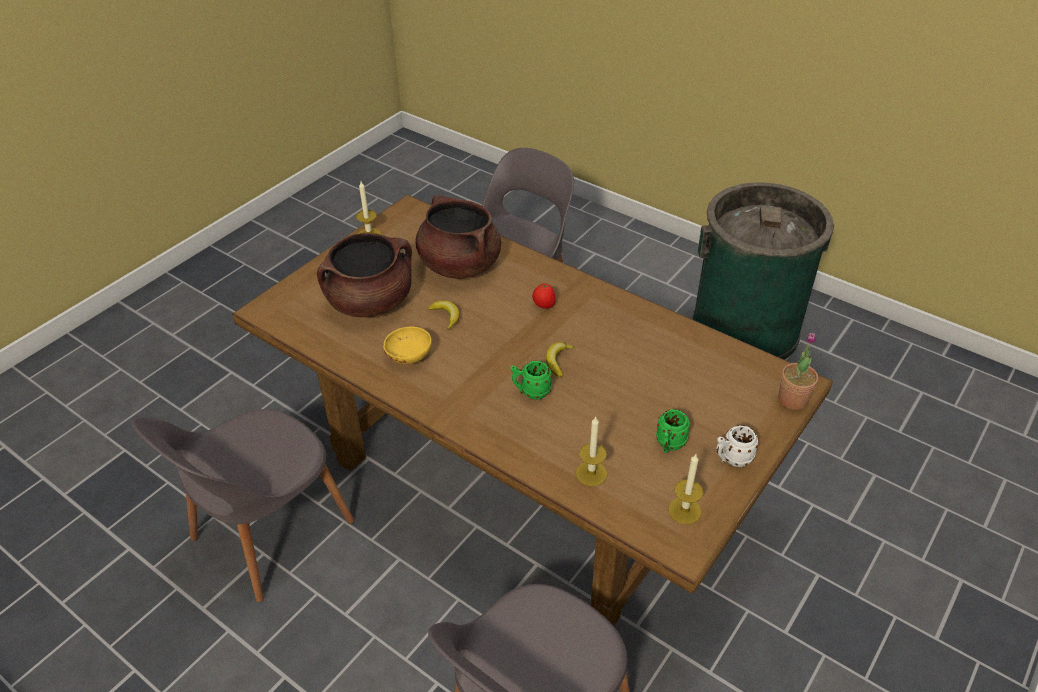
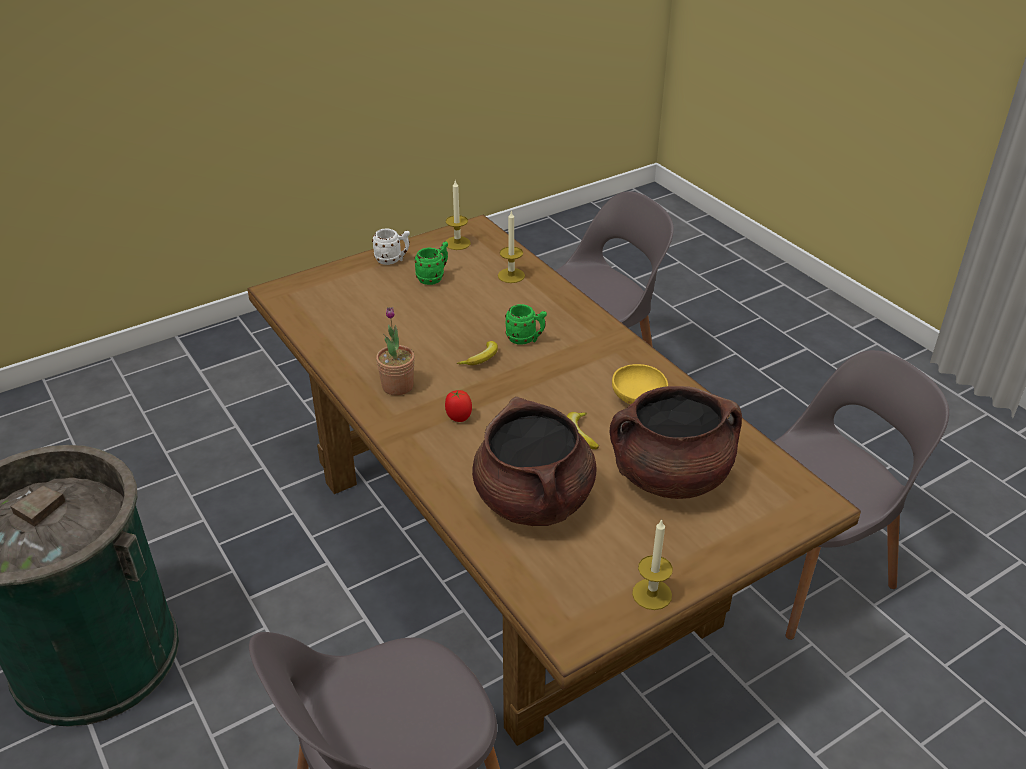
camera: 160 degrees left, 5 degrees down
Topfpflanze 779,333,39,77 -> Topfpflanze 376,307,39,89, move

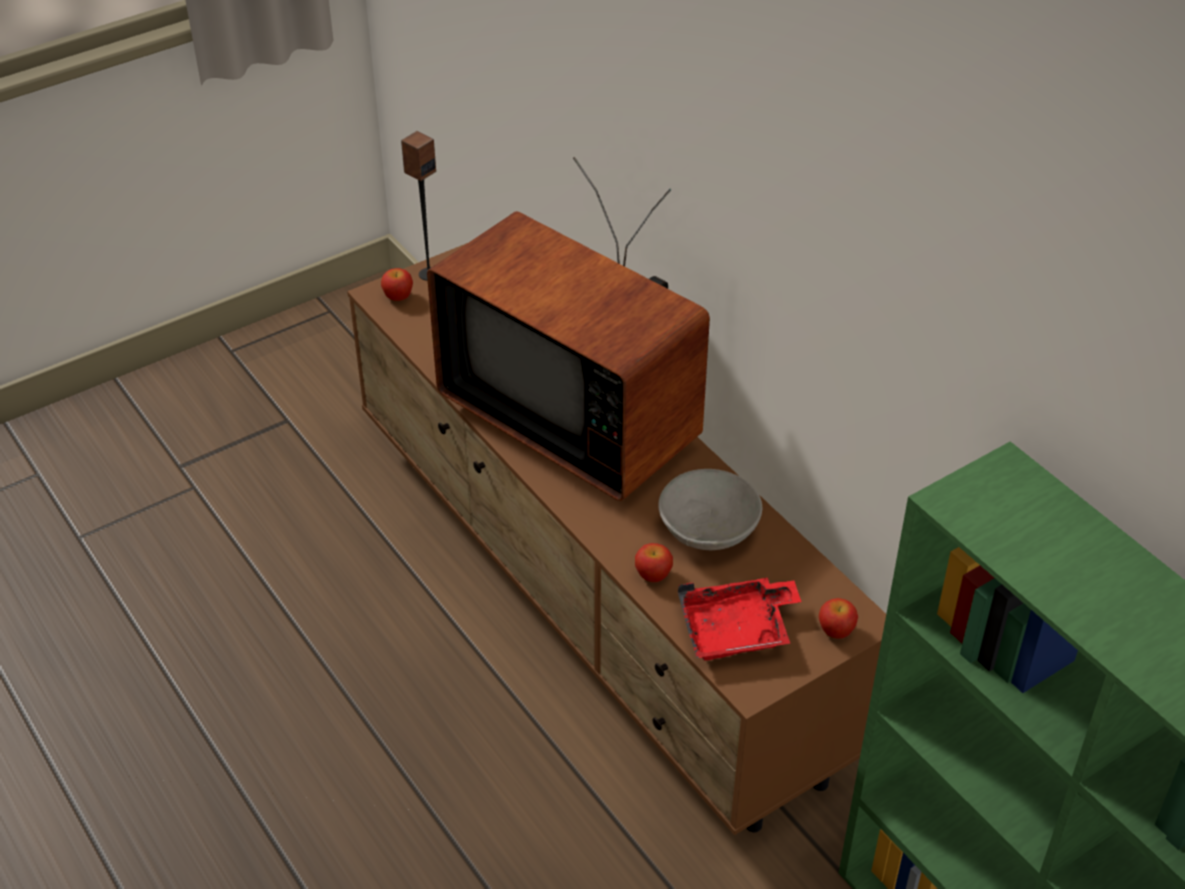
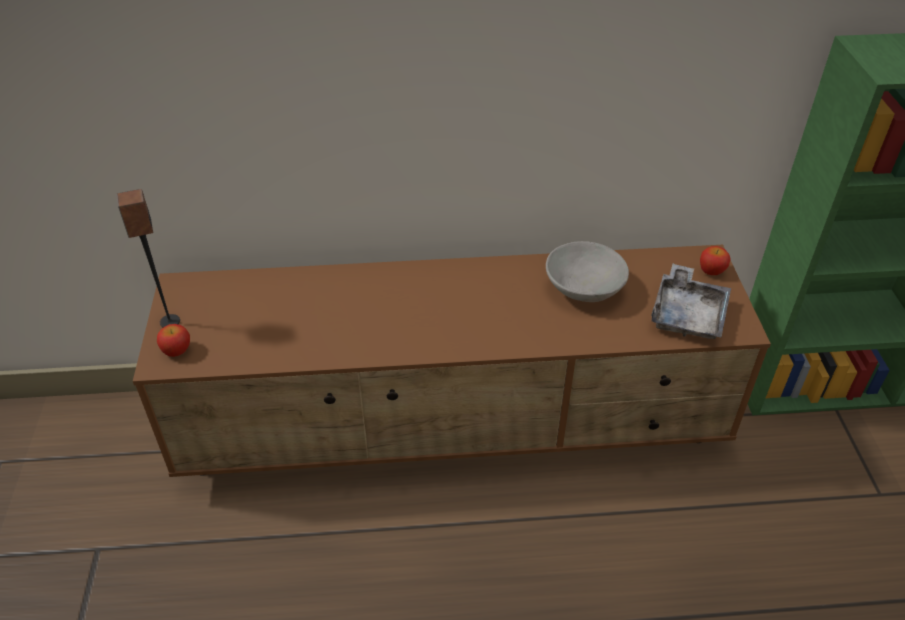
camera: 60 degrees left, 0 degrees up
Tablett (rot) 678,578,124,83 -> Tablett (grau) 651,264,80,75
Fernseher 427,157,283,344 -> none
Apfel 635,543,38,39 -> none

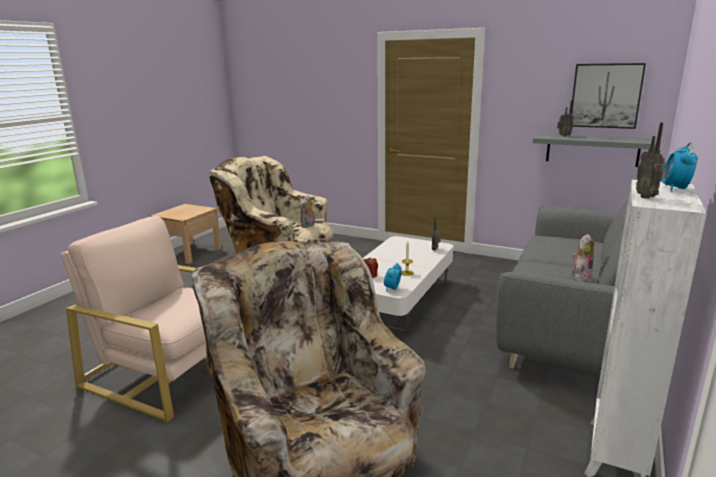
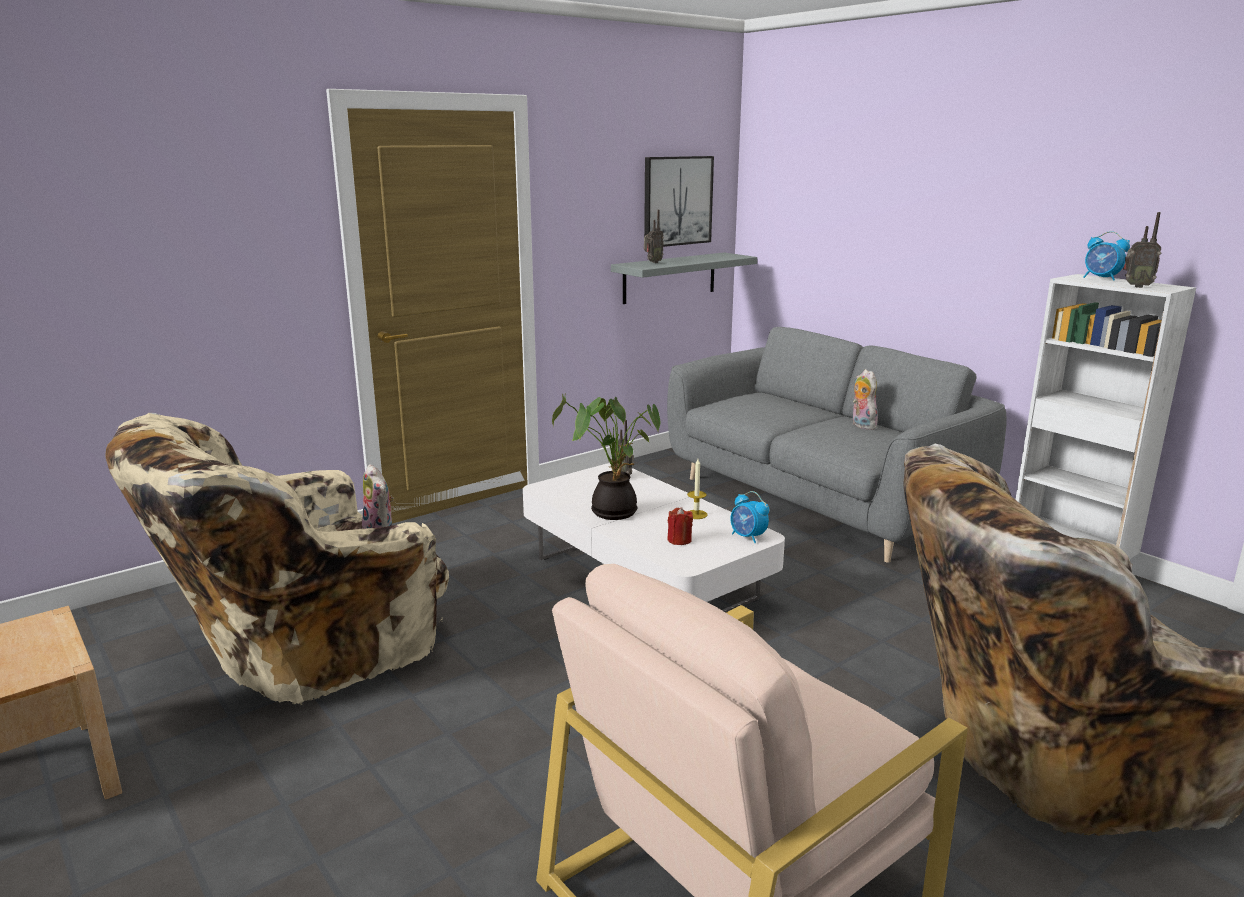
camera: 65 degrees left, 0 degrees up
none -> Topfpflanze 552,393,108,127

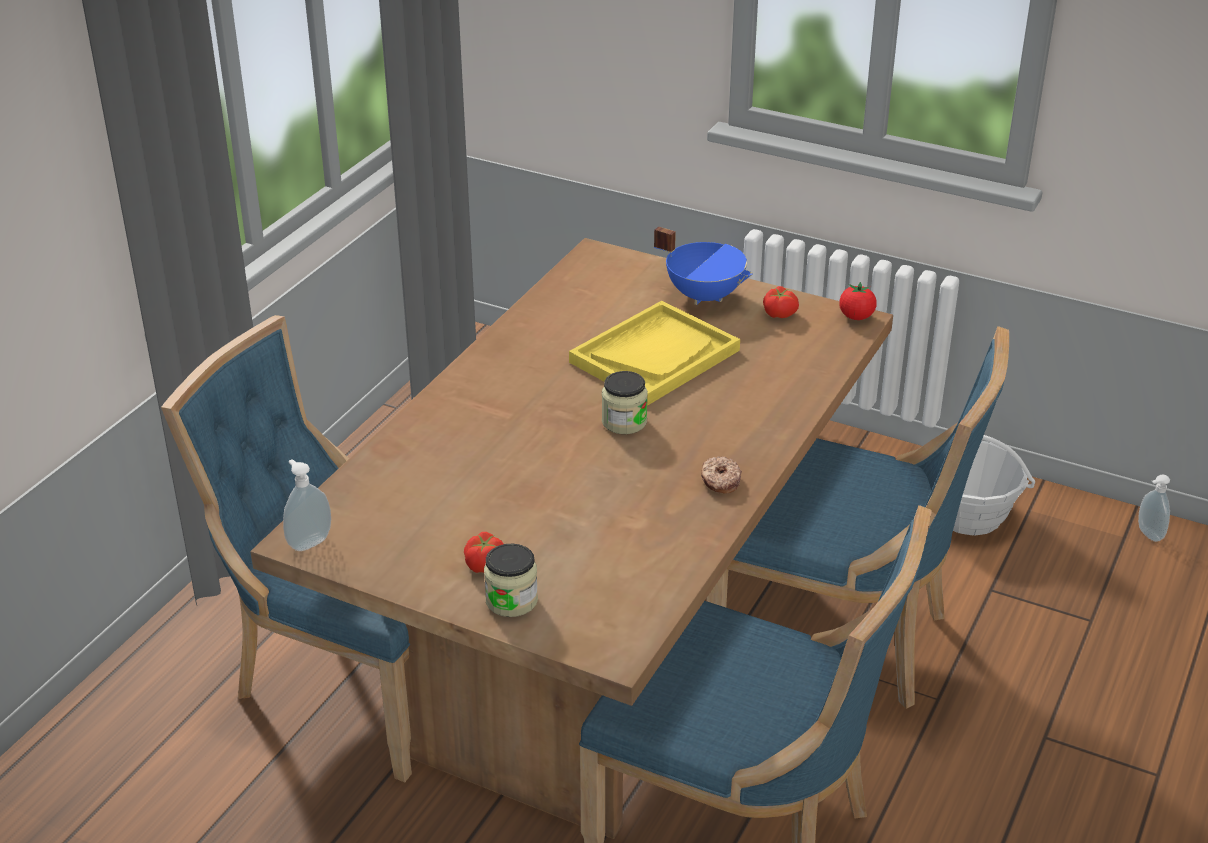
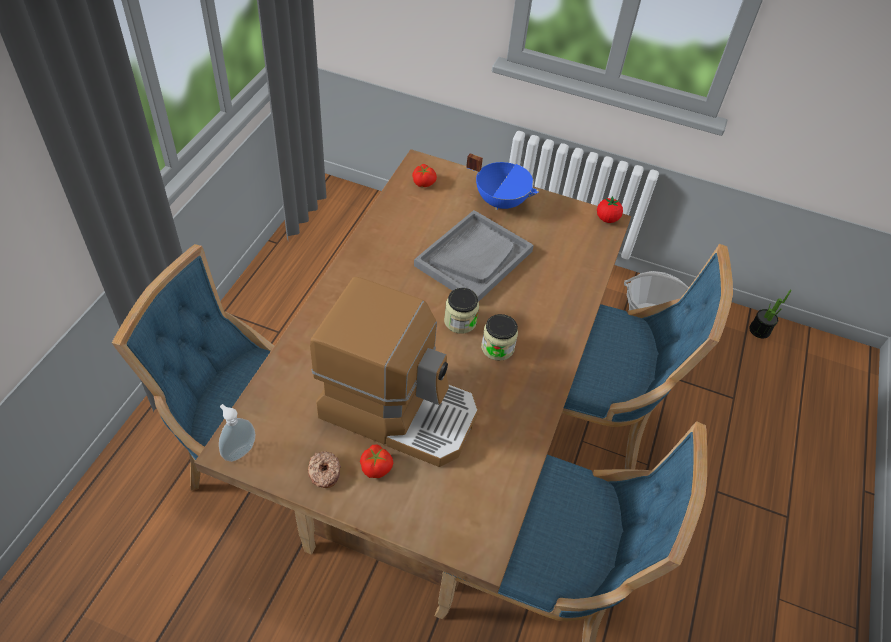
camera: 10 degrees left, 15 degrees up
Donut 701,456,41,38 -> Donut 308,451,33,37, move
none -> Kaffeemaschine 310,277,168,190
Tomate 763,286,36,32 -> Tomate 412,164,25,23, move
Tablett (gelb) 569,301,171,104 -> Tablett (grau) 414,210,120,92
Vorratsglas 484,544,54,73 -> Vorratsglas 481,314,37,47, move
Seifenspender 1138,475,32,67 -> Topfpflanze 749,290,43,49

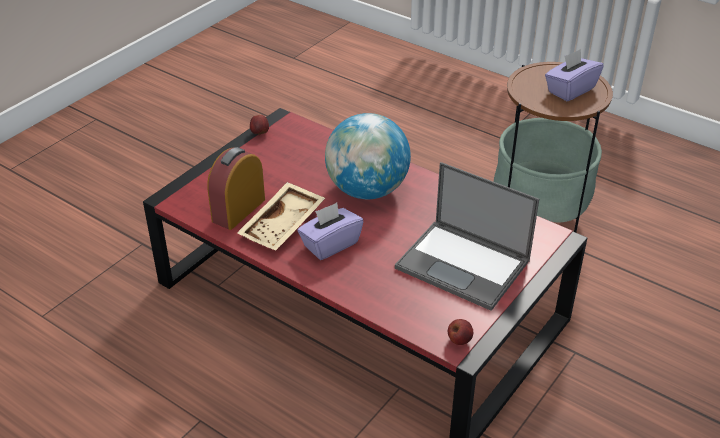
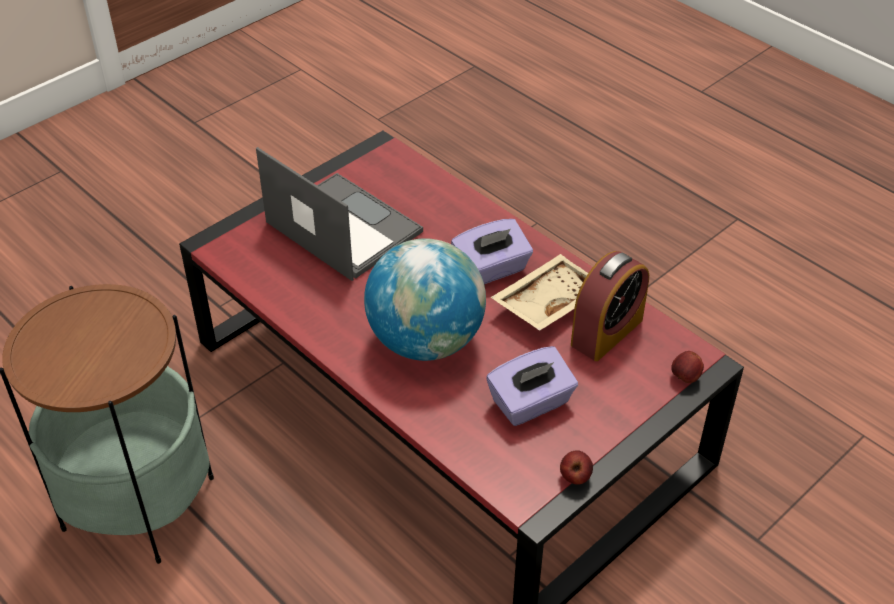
camera: 170 degrees left, 5 degrees up
Taschentuchbox (lila) 545,49,59,52 -> Taschentuchbox (lila) 486,346,92,80, move
Apfel 448,319,25,26 -> Apfel 671,351,33,32, move

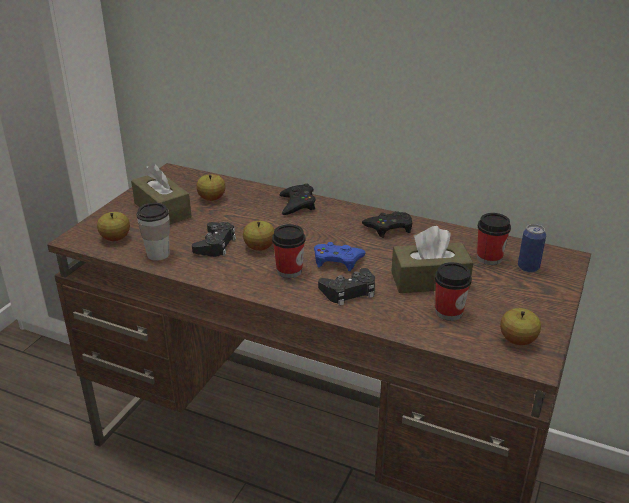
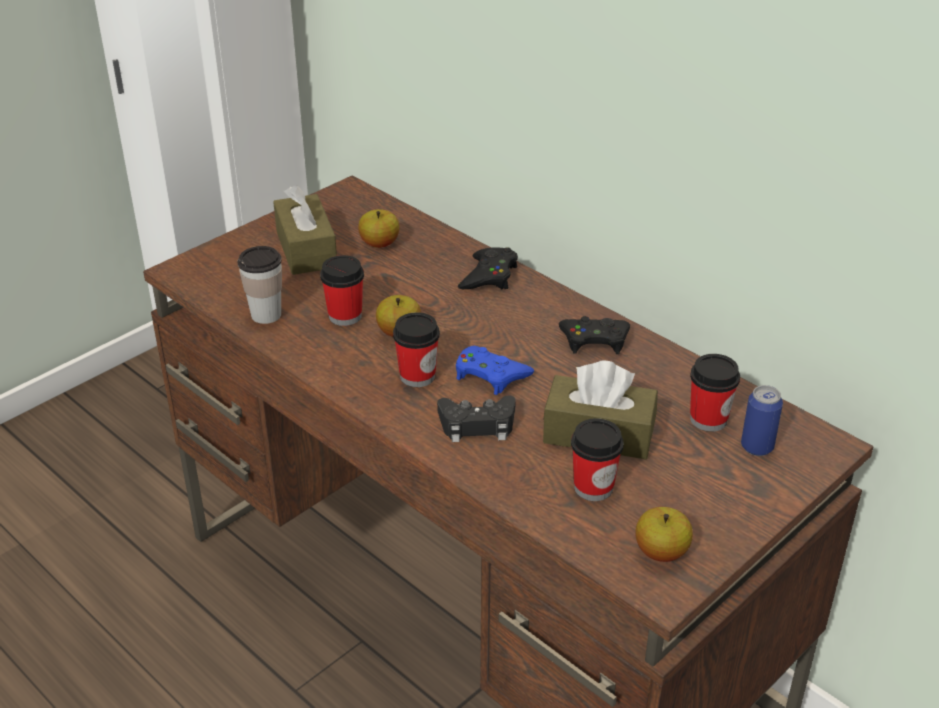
camera: 20 degrees right, 5 degrees up
Gamepad (schwarz) 192,222,44,35 -> Tasse 320,255,44,71
Apfel 97,212,33,29 -> none

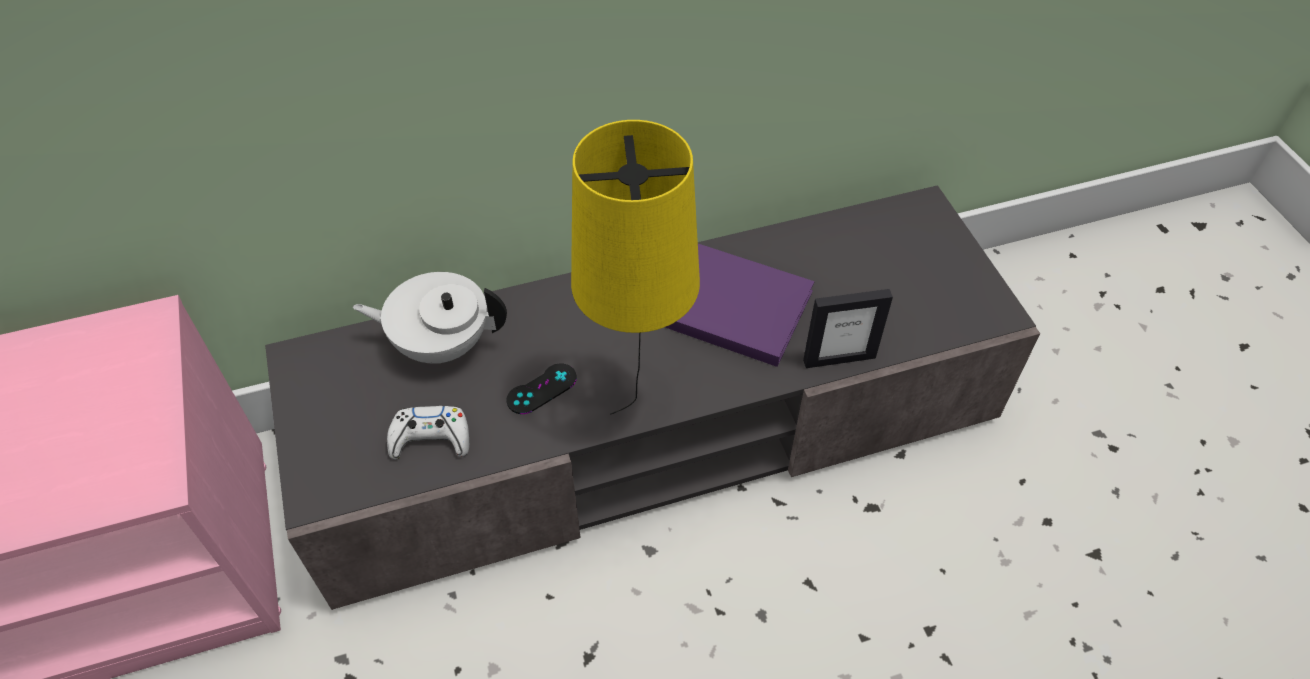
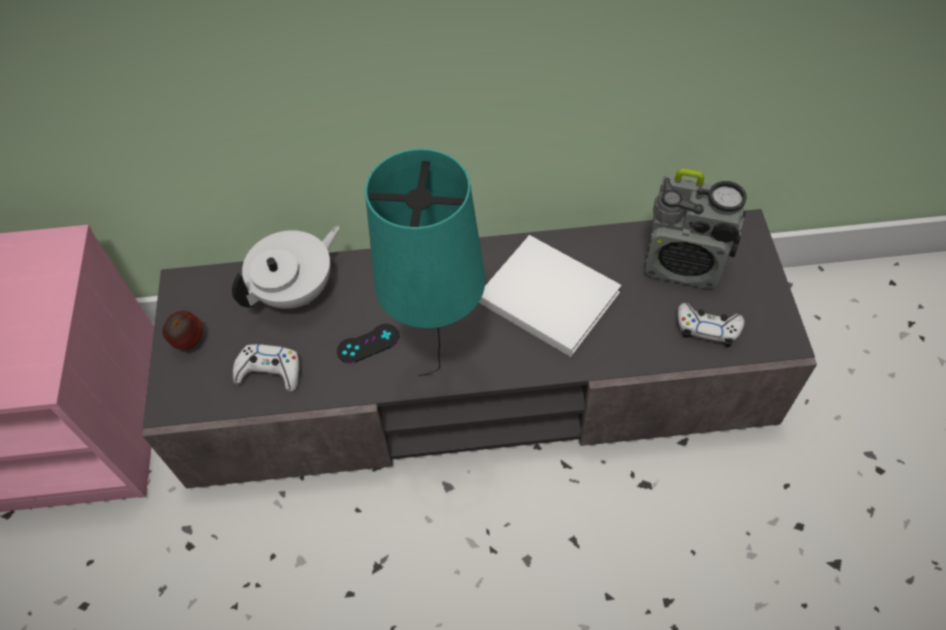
camera: 15 degrees right, 5 degrees up
none -> Apfel 162,311,41,39
Teekanne (weiß) 353,272,154,92 -> Teekanne (weiß) 232,226,108,83, 120 degrees clockwise
Tischlampe (gelb) 571,120,129,295 -> Tischlampe (türkis) 365,149,120,227
Buch (lila) 665,244,150,123 -> Buch (weiß) 479,235,142,122
none -> Radio 644,168,103,121
none -> Gamepad (weiß) 677,303,68,44
Bilderrahmen 803,289,90,79 -> none

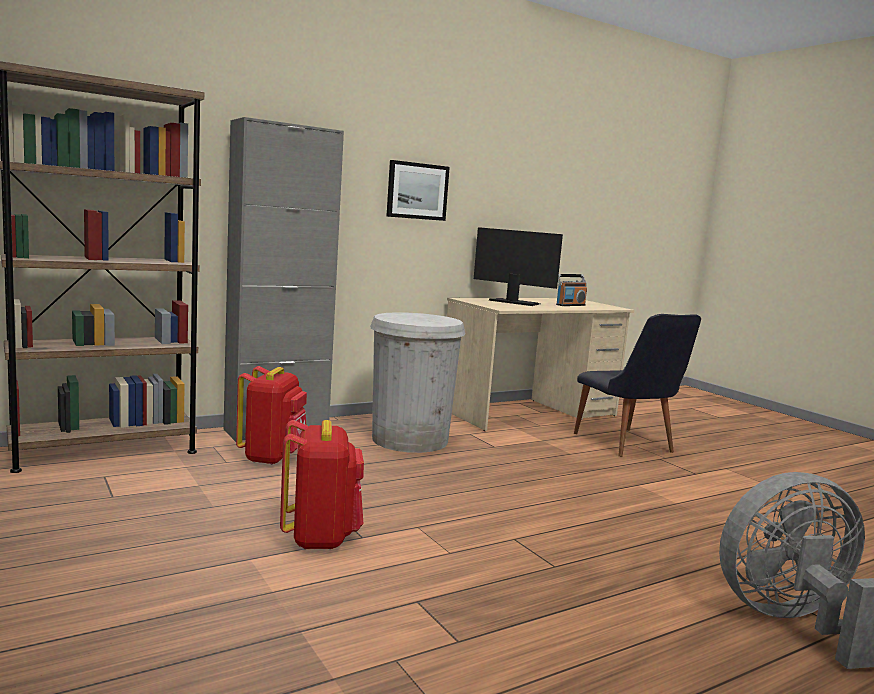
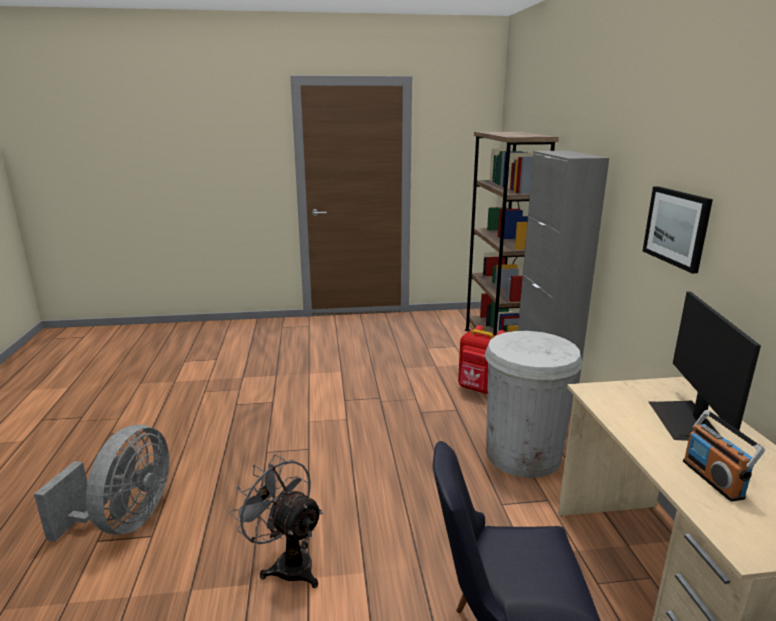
camera: 115 degrees right, 10 degrees up
none -> Ventilator (grau) 230,454,93,134
Monitor 474,227,89,79 -> Monitor 648,292,113,149, 135 degrees clockwise
Rucksack (rot) 280,420,84,130 -> none

